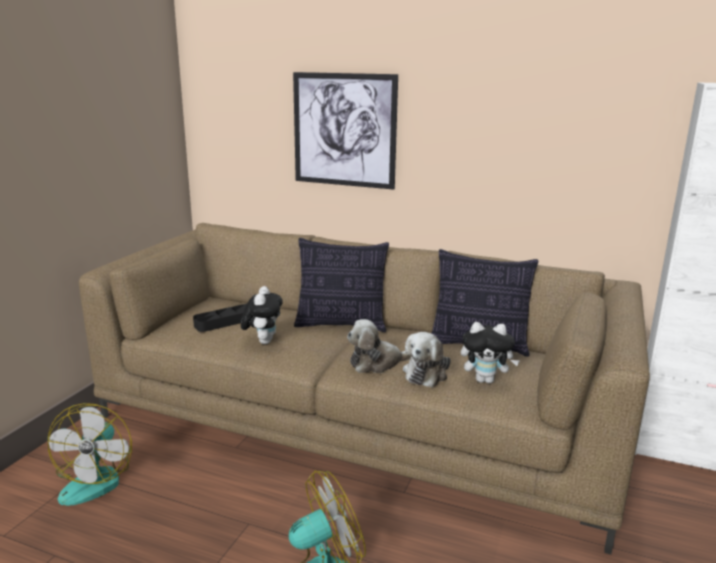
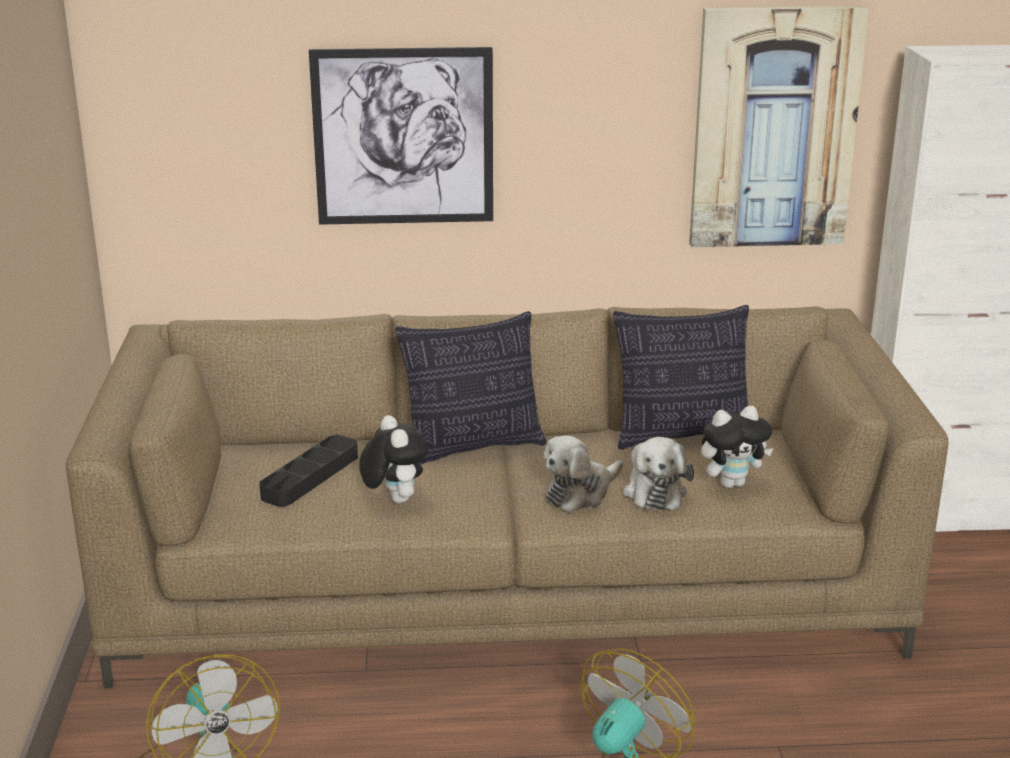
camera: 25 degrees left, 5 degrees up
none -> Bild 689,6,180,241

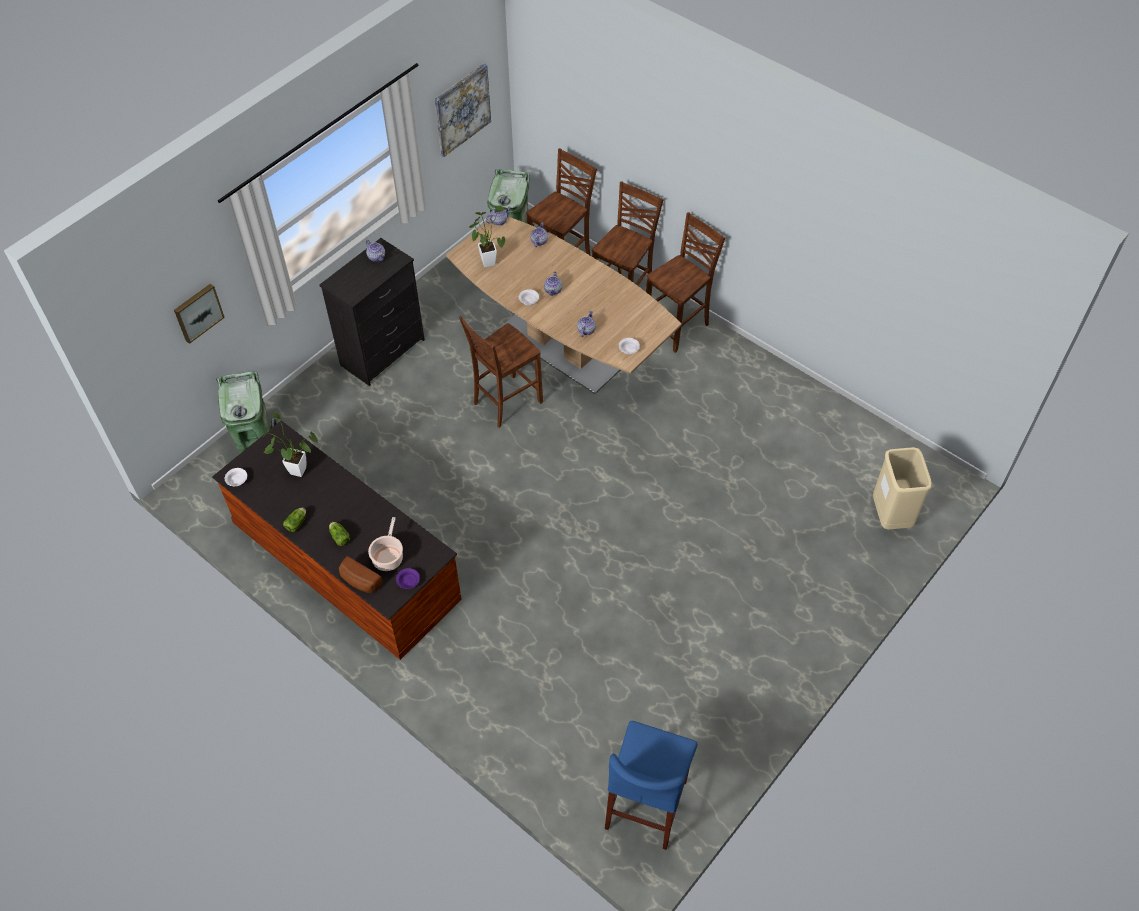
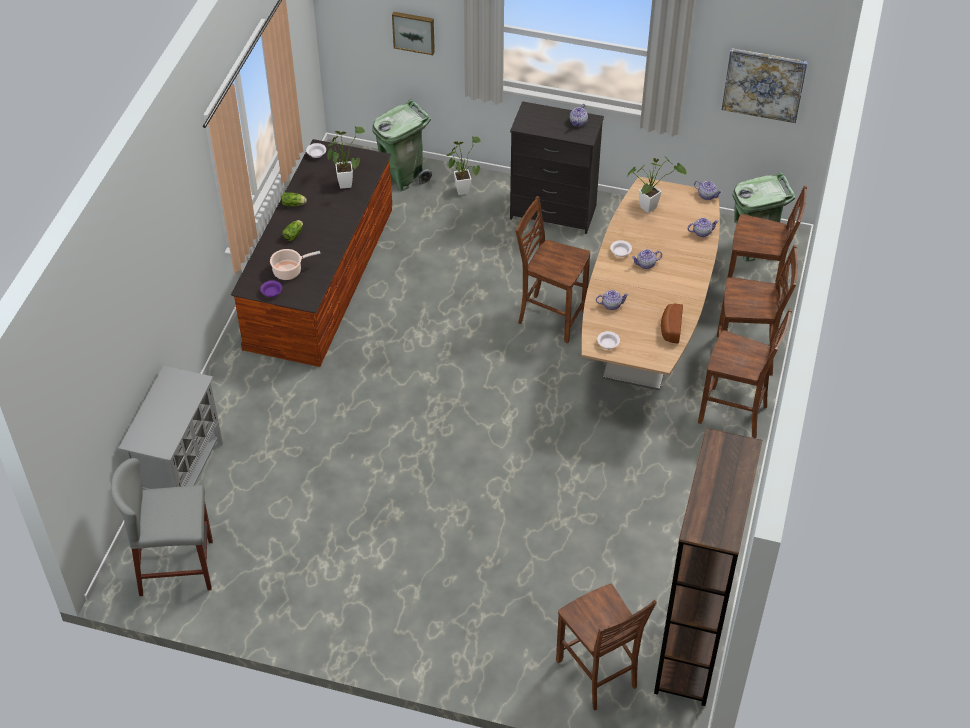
camera: 65 degrees right, 5 degrees down
Hocker (blau) 605,721,93,129 -> Hocker (grau) 111,458,102,138
none -> Schrank (grau) 118,366,105,123
none -> Topfpflanze 447,137,34,58
Mülleimer (beige) 873,447,59,83 -> Stuhl (braun) 556,584,101,126
none -> Bücherregal (braun) 654,428,108,278
Brot 339,556,44,37 -> Brot 661,303,22,40, move

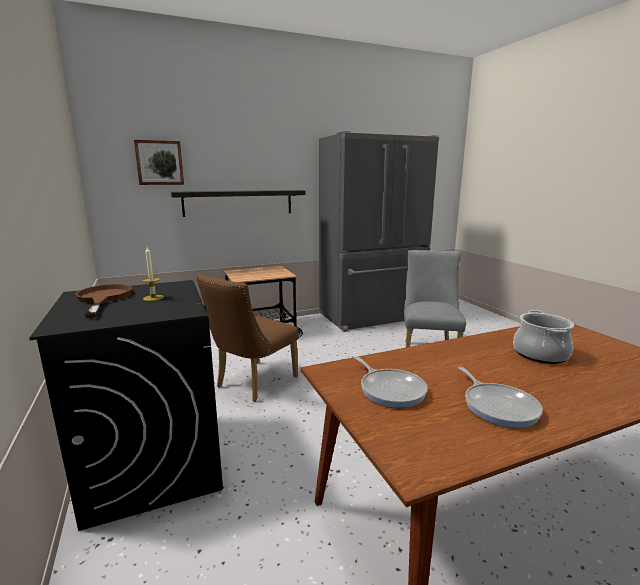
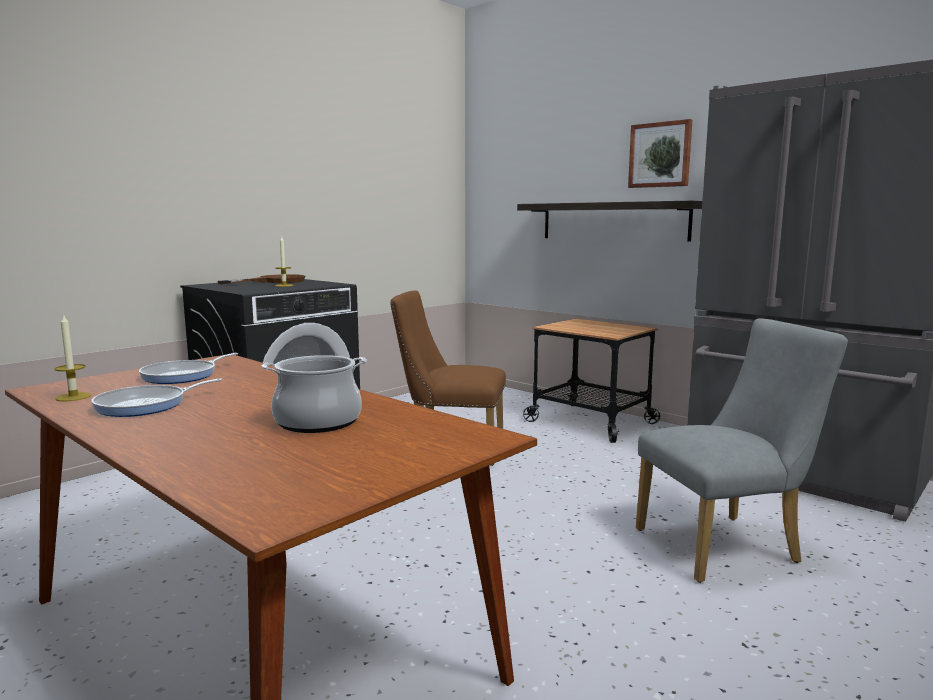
camera: 65 degrees right, 5 degrees down
none -> Kerze 54,313,38,88
Bild 134,140,50,45 -> Bild 628,119,64,69, move

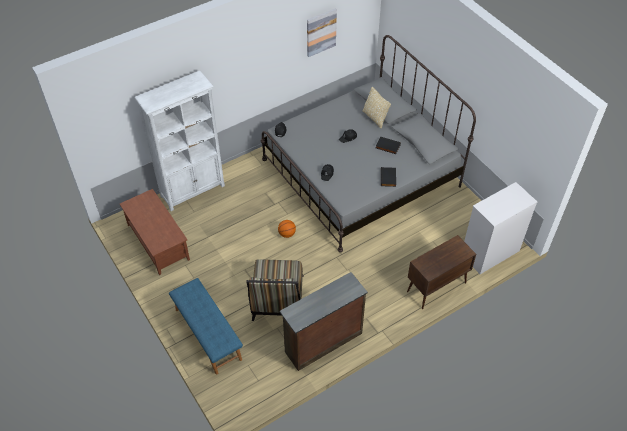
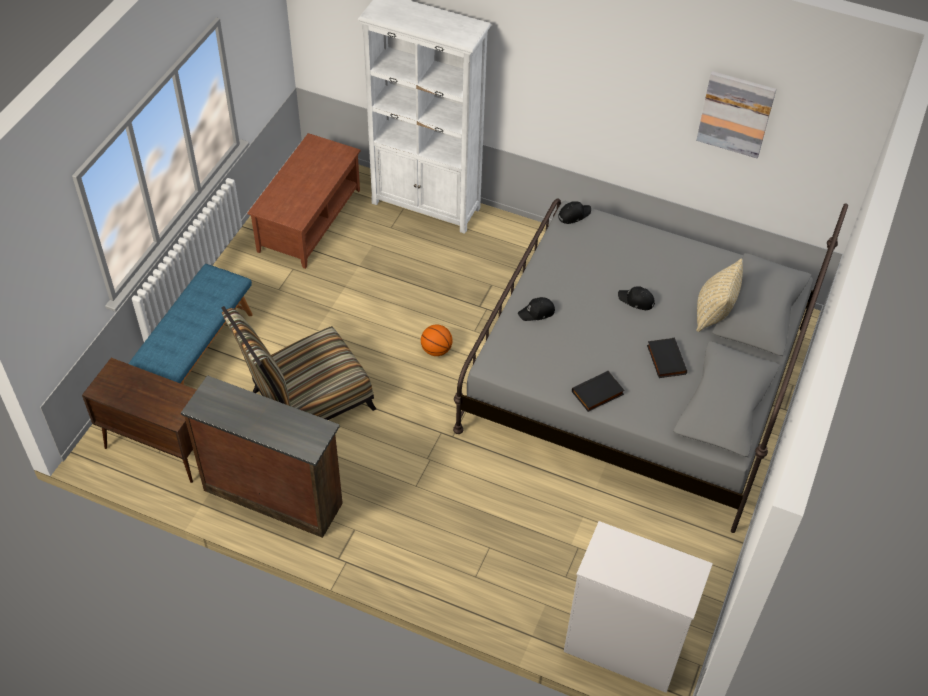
camera: 55 degrees right, 0 degrees up
Schrank (braun) 407,235,69,74 -> Schrank (braun) 82,358,114,125, move

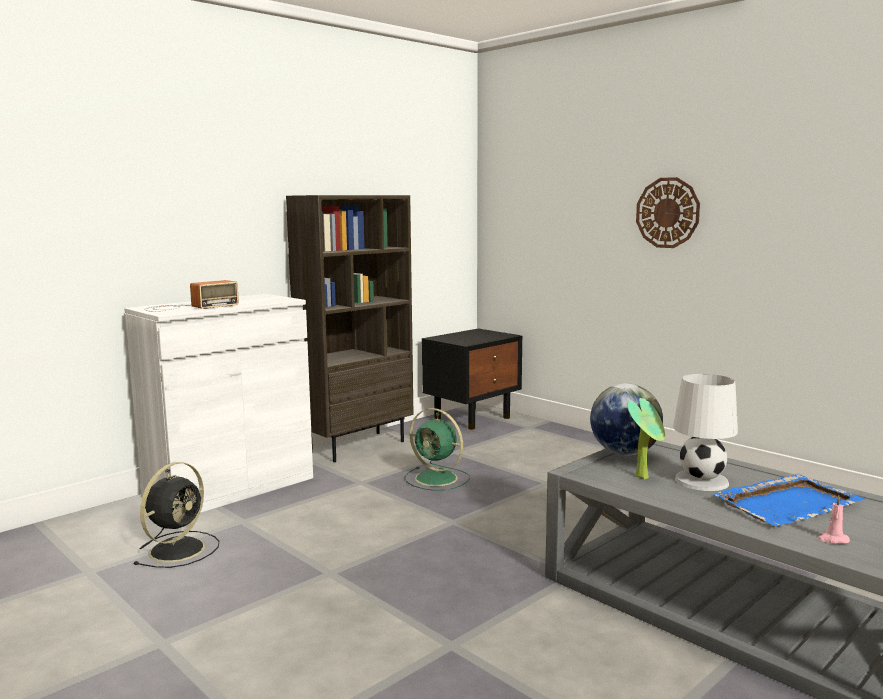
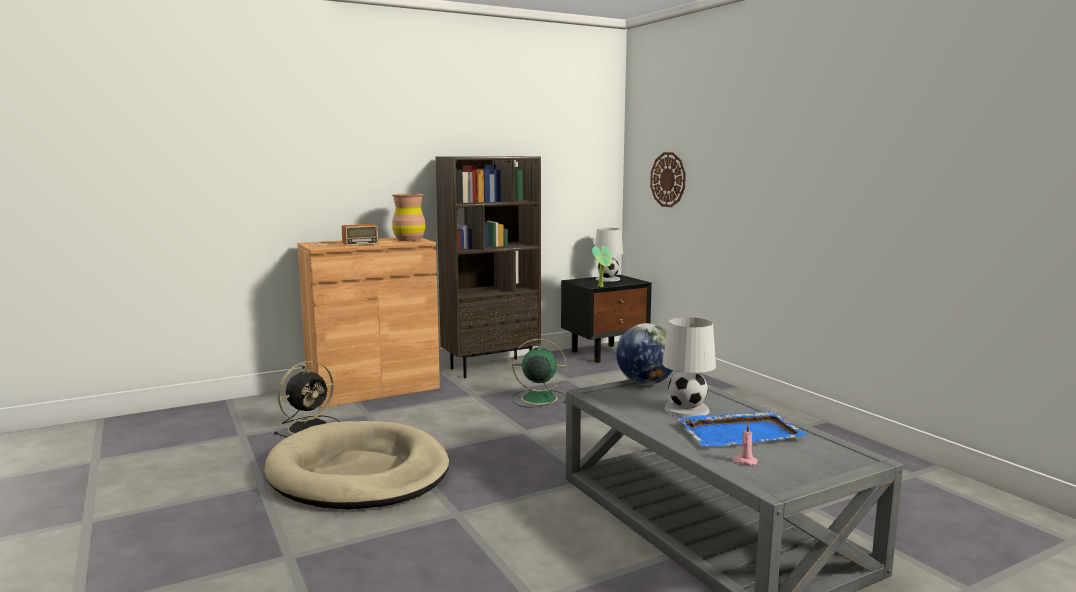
camera: 15 degrees right, 0 degrees up
none -> Hundebett (beige) 264,421,185,89
Schrank (weiß) 124,294,189,219 -> Schrank (braun) 297,237,143,171
none -> Vase (braun) 391,194,35,47
Ventilator (grün) 404,408,66,83 -> Ventilator (grün) 512,339,54,68, 135 degrees clockwise
Topfpflanze 627,398,38,81 -> Topfpflanze 592,246,20,41, move
none -> Tischlampe (weiß) 595,228,28,54
Wanduhr 636,177,64,71 -> Wanduhr 650,152,36,55, move

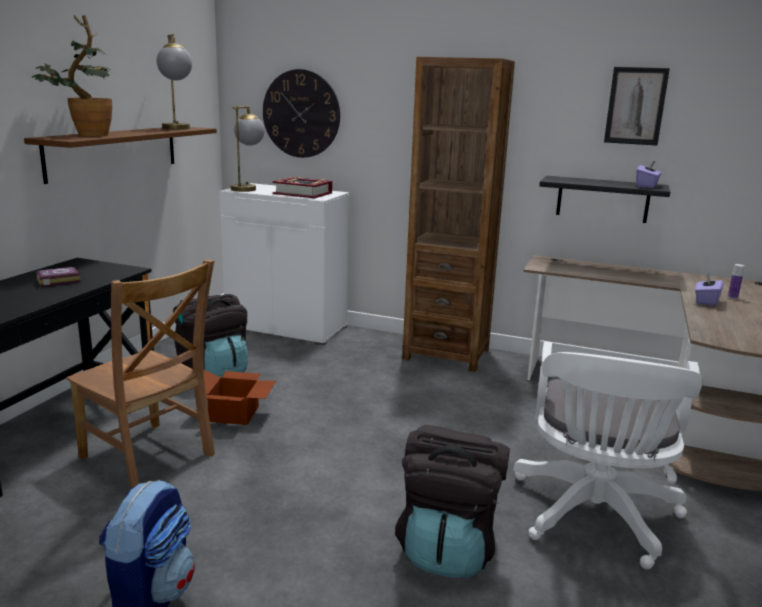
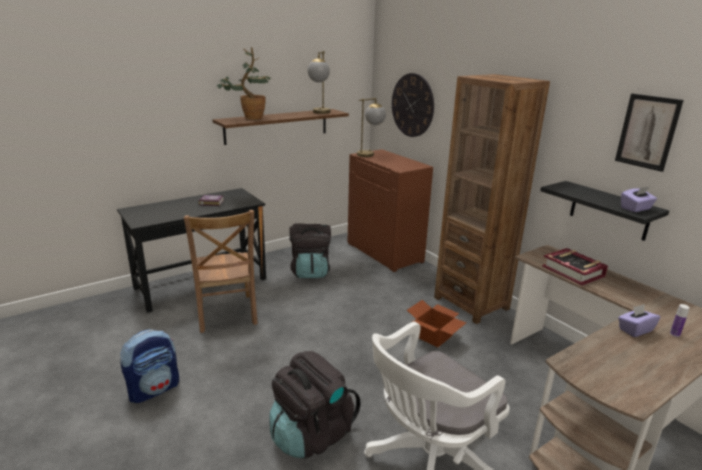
camera: 35 degrees right, 5 degrees up
Schrank (weiß) 219,183,130,162 -> Schrank (braun) 347,149,86,123
Karton 193,370,83,55 -> Karton 407,300,59,48, move
Buch 273,177,59,21 -> Buch 542,248,66,38, move

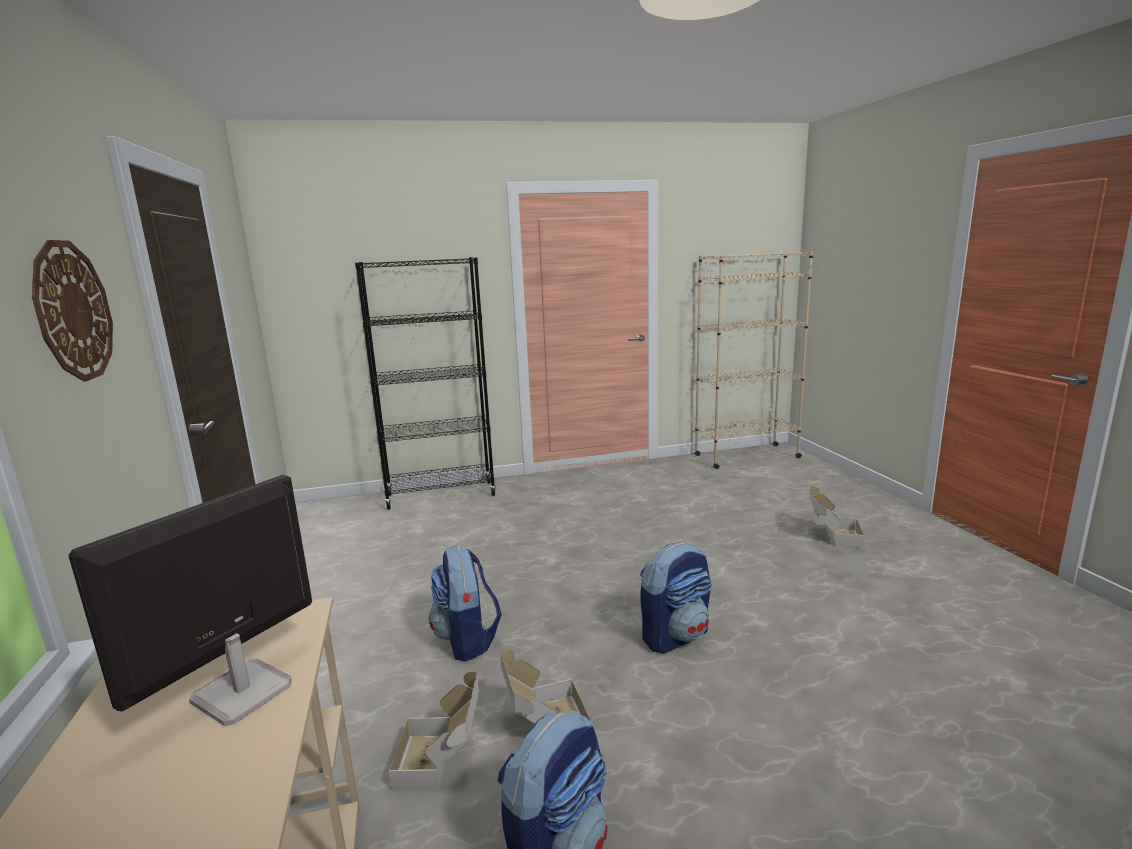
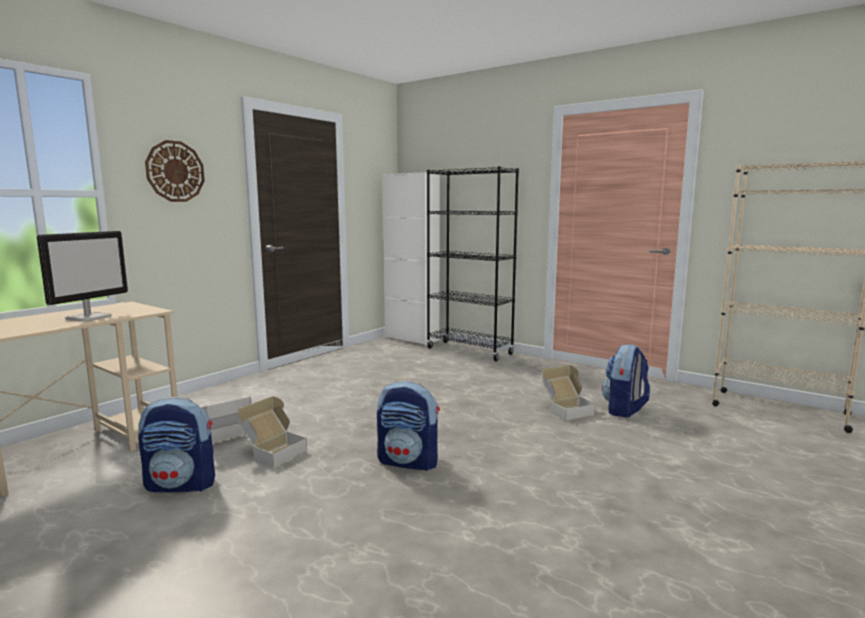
camera: 50 degrees right, 5 degrees down
Monitor 68,475,244,251 -> Monitor 37,231,91,91, 120 degrees clockwise
none -> Schrank (weiß) 382,172,58,173
Karton 810,486,55,62 -> Karton 541,365,54,56, move
Rucksack 429,545,73,117 -> Rucksack 602,344,48,73, move

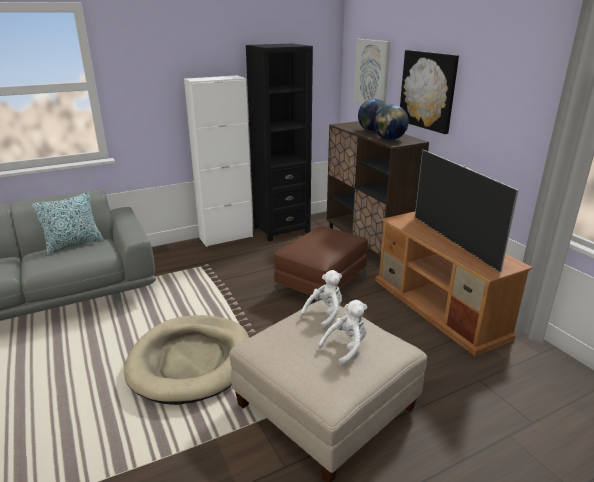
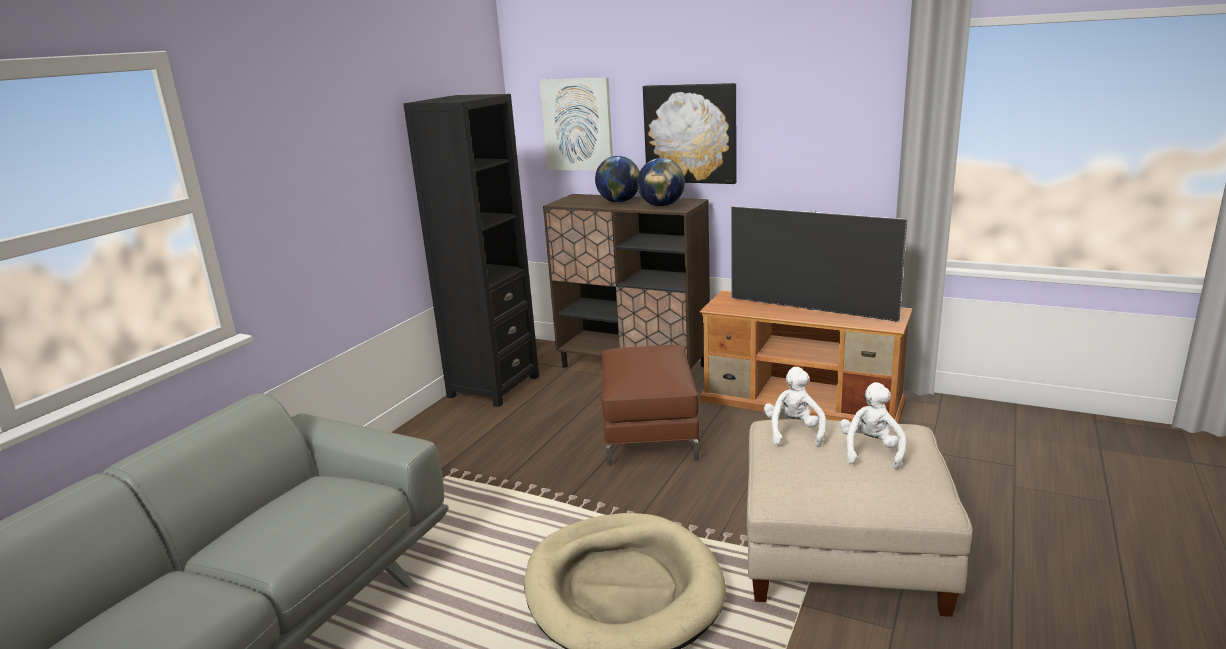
camera: 35 degrees left, 5 degrees down
Kissen 32,191,72,64 -> none
Schrank (weiß) 184,75,69,172 -> none

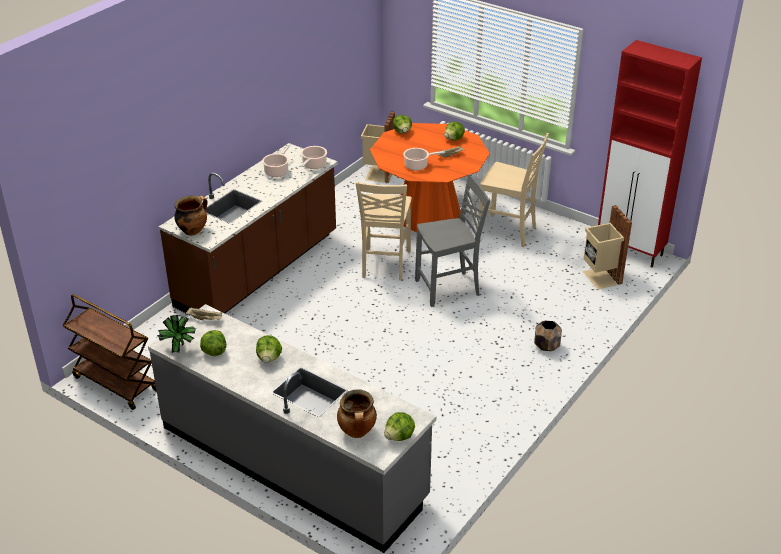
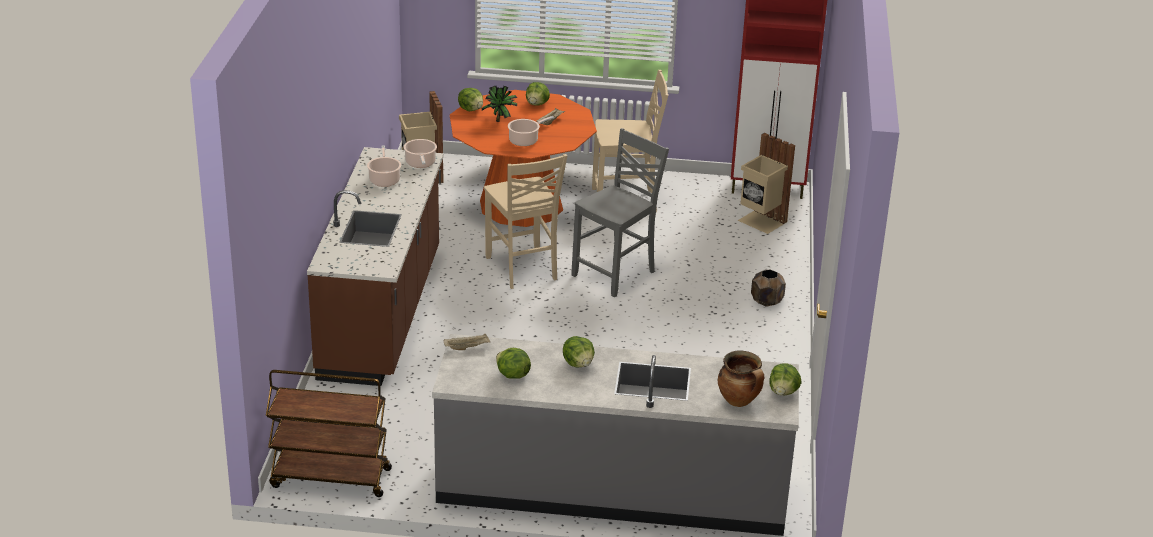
camera: 30 degrees left, 5 degrees down
Topfpflanze 157,315,39,38 -> Topfpflanze 482,86,35,36, move
Kochtopf 174,195,34,41 -> none

